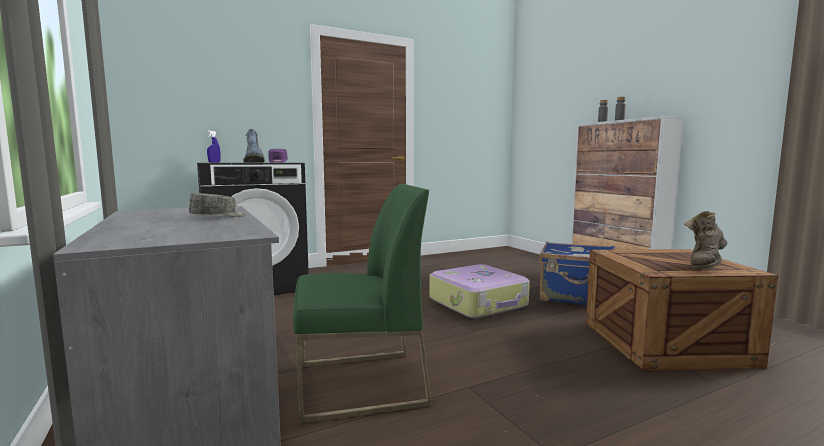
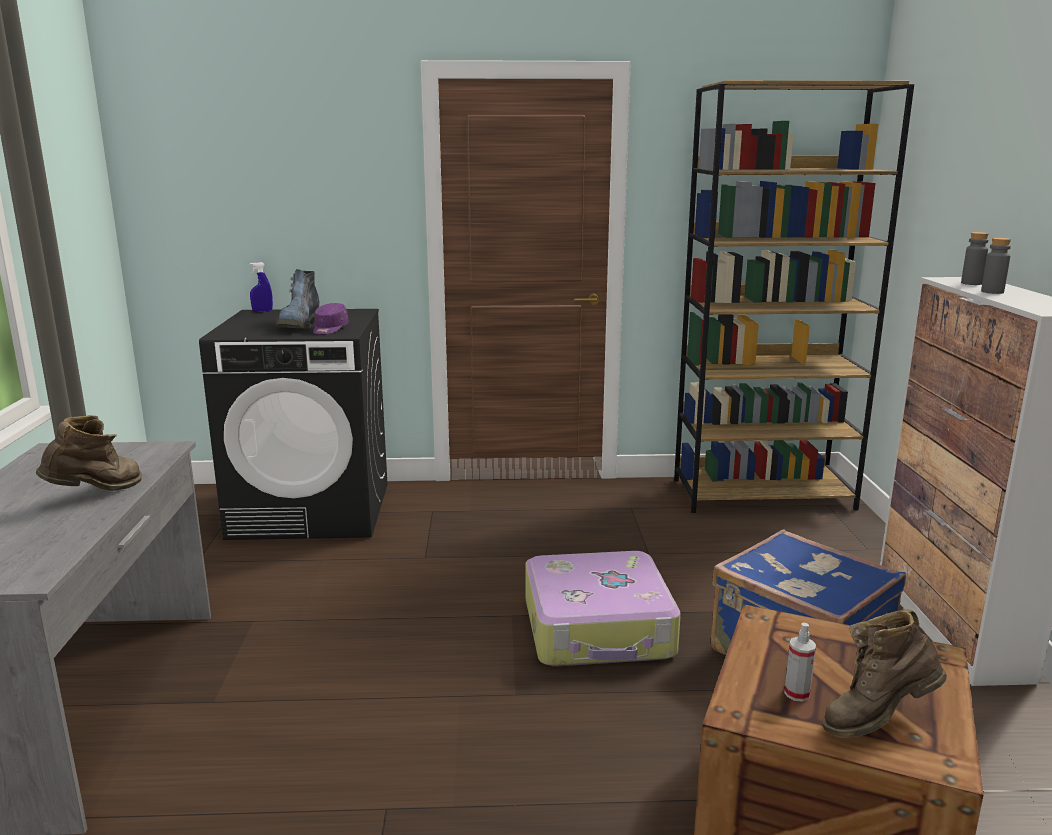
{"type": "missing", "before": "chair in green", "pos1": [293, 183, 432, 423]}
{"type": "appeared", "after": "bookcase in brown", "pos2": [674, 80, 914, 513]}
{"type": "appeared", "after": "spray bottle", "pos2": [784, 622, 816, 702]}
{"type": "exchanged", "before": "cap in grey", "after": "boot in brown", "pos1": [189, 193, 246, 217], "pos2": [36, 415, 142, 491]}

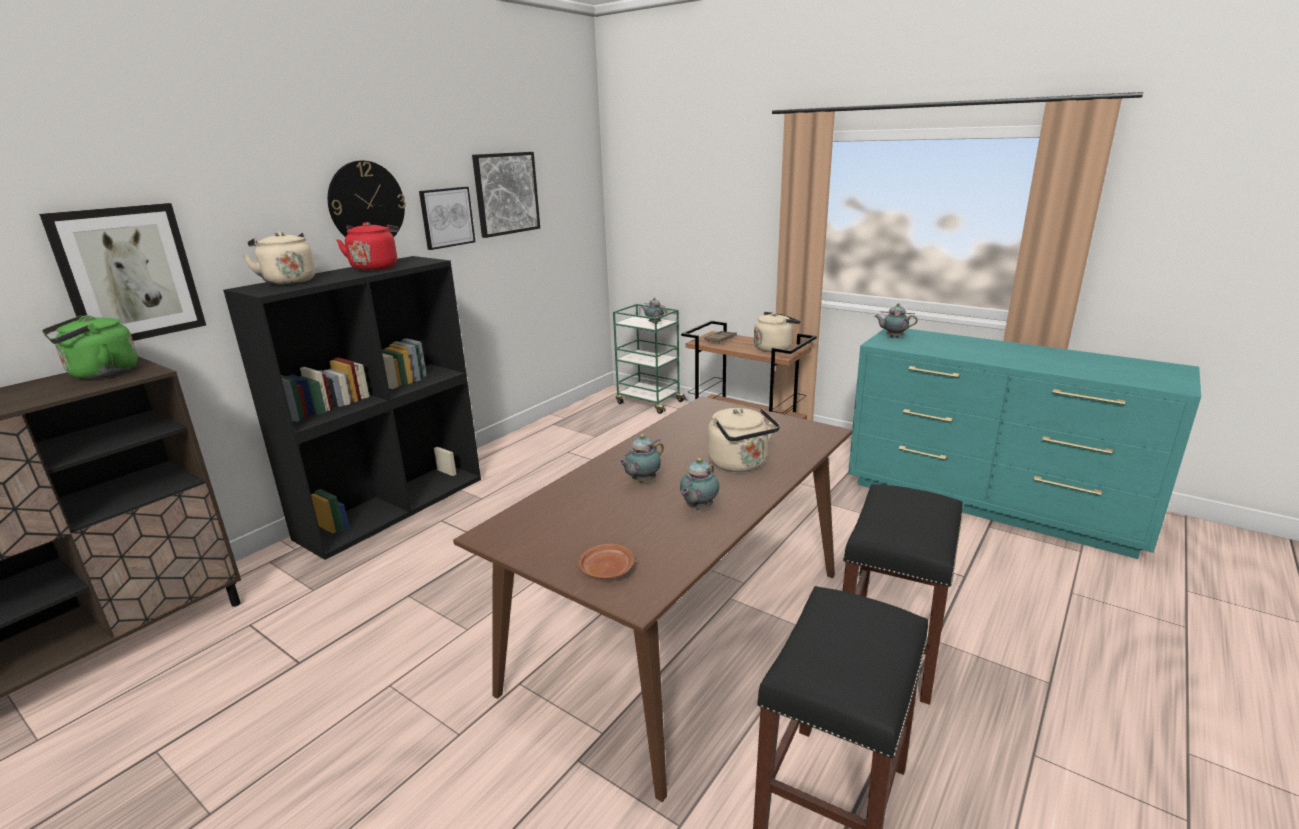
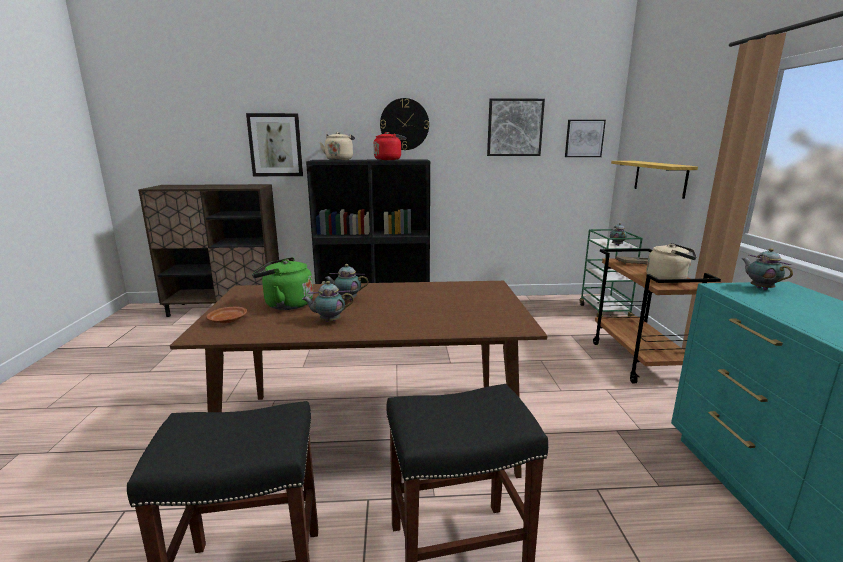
{"type": "missing", "before": "kettle in beige", "pos1": [707, 408, 780, 472]}
{"type": "appeared", "after": "shelf", "pos2": [611, 161, 698, 199]}
{"type": "relocated", "before": "kettle in green", "pos1": [42, 315, 138, 379], "pos2": [252, 257, 313, 310]}
{"type": "relocated", "before": "picture", "pos1": [419, 187, 475, 250], "pos2": [565, 120, 606, 157]}

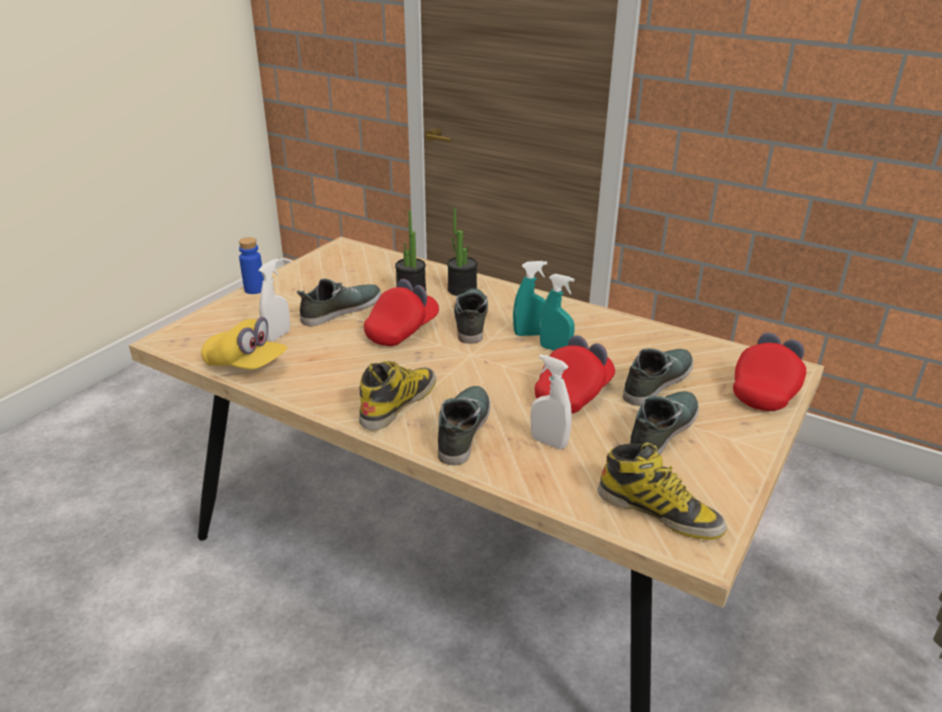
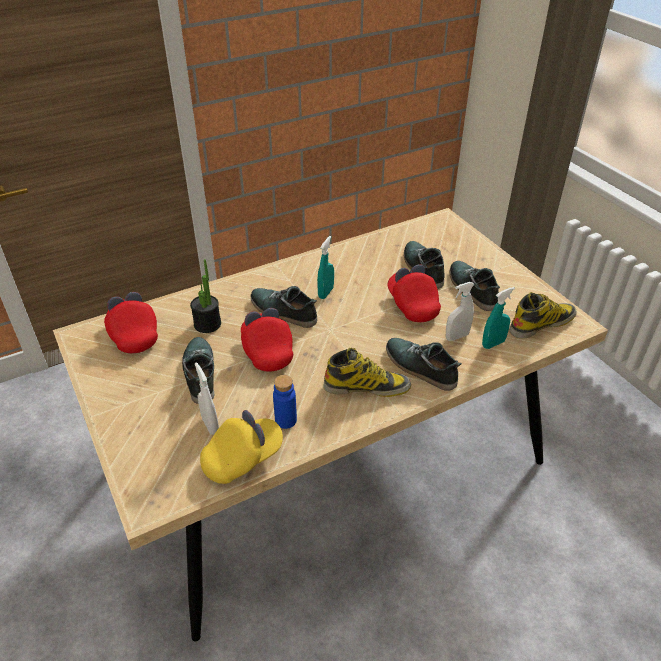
{"type": "missing", "before": "potted plant", "pos1": [447, 207, 478, 296]}
{"type": "relocated", "before": "bottle in blue", "pos1": [239, 237, 264, 294], "pos2": [273, 375, 297, 429]}
{"type": "relocated", "before": "spray bottle in turquoise", "pos1": [540, 274, 575, 351], "pos2": [482, 287, 515, 349]}
{"type": "relocated", "before": "cap in red", "pos1": [733, 333, 806, 411], "pos2": [104, 292, 158, 353]}
{"type": "spun", "before": "boot", "pos1": [359, 361, 436, 430], "pos2": [324, 348, 411, 397], "turn": 120}

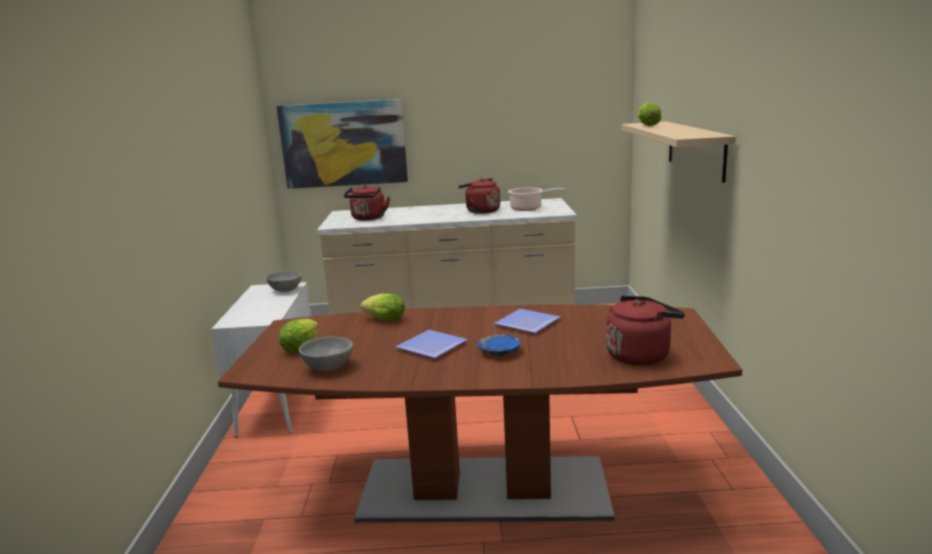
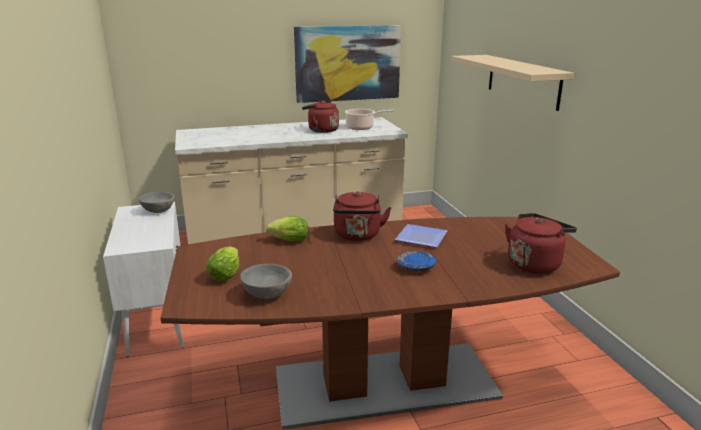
{"type": "missing", "before": "plate", "pos1": [395, 330, 468, 358]}
{"type": "missing", "before": "lettuce", "pos1": [637, 102, 661, 126]}
{"type": "relocated", "before": "picture", "pos1": [276, 99, 408, 189], "pos2": [294, 25, 401, 103]}
{"type": "relocated", "before": "kettle in red", "pos1": [344, 185, 390, 220], "pos2": [333, 191, 391, 241]}

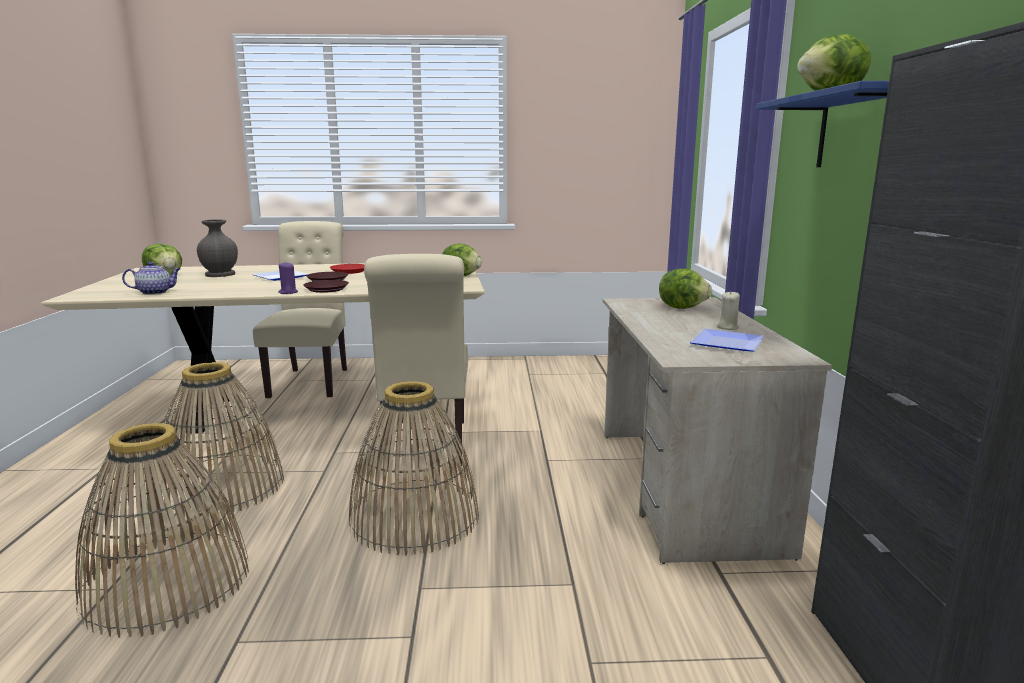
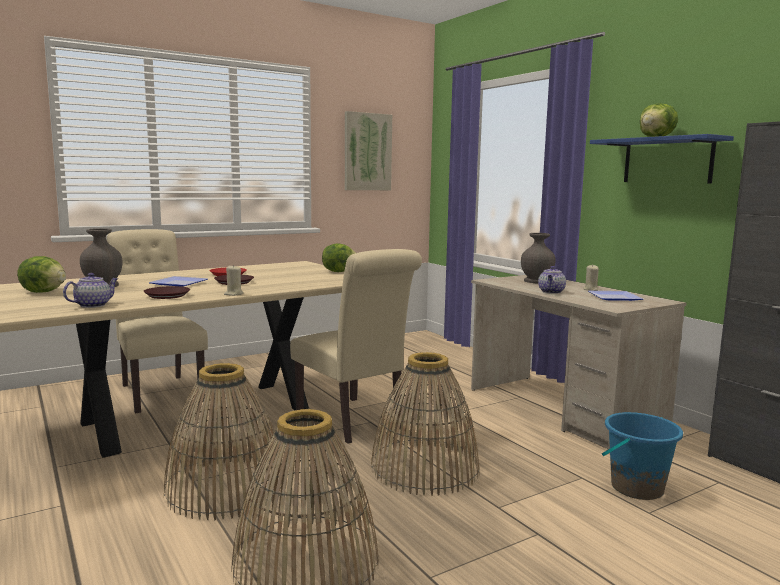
{"type": "appeared", "after": "picture", "pos2": [345, 111, 392, 190]}
{"type": "appeared", "after": "teapot", "pos2": [538, 266, 566, 294]}
{"type": "appeared", "after": "bucket in blue", "pos2": [602, 412, 683, 500]}
{"type": "relocated", "before": "plate in brown", "pos1": [303, 280, 349, 293], "pos2": [144, 286, 190, 299]}
{"type": "exchanged", "before": "lettuce", "after": "vase in grey", "pos1": [659, 269, 712, 309], "pos2": [521, 233, 555, 284]}
{"type": "colour", "before": "candle in purple", "after": "candle in beige", "pos1": [278, 262, 298, 294], "pos2": [224, 265, 244, 296]}

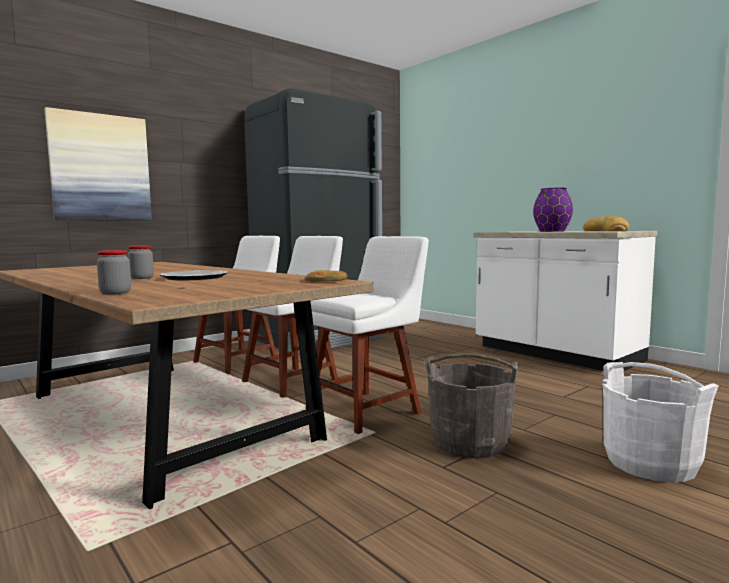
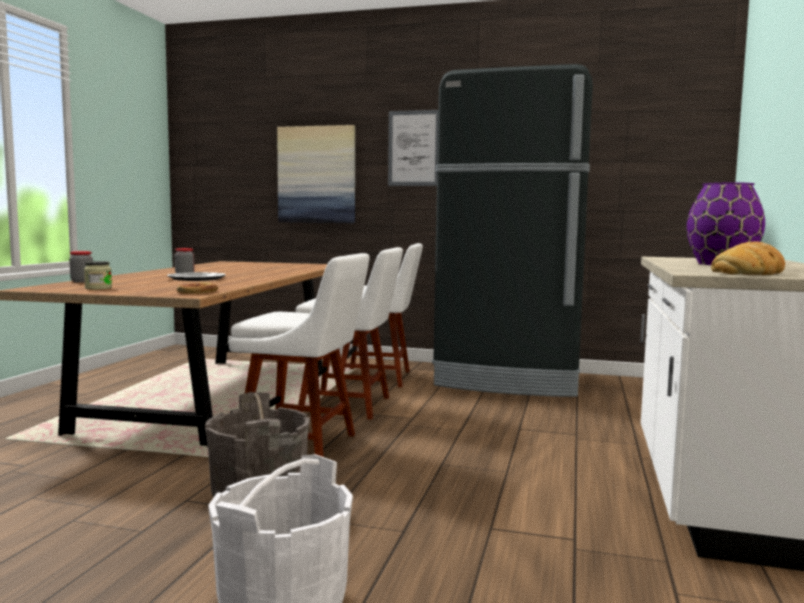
{"type": "appeared", "after": "jar", "pos2": [84, 261, 112, 290]}
{"type": "appeared", "after": "picture", "pos2": [388, 110, 438, 186]}

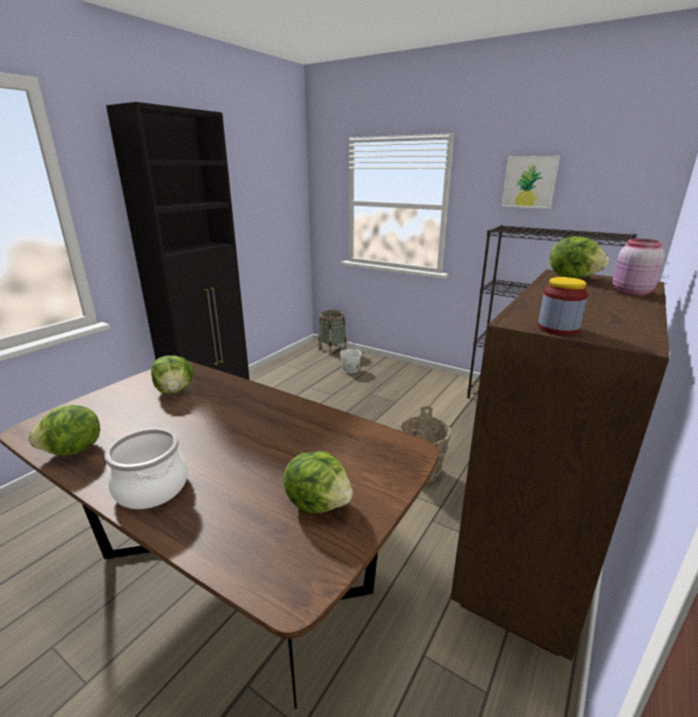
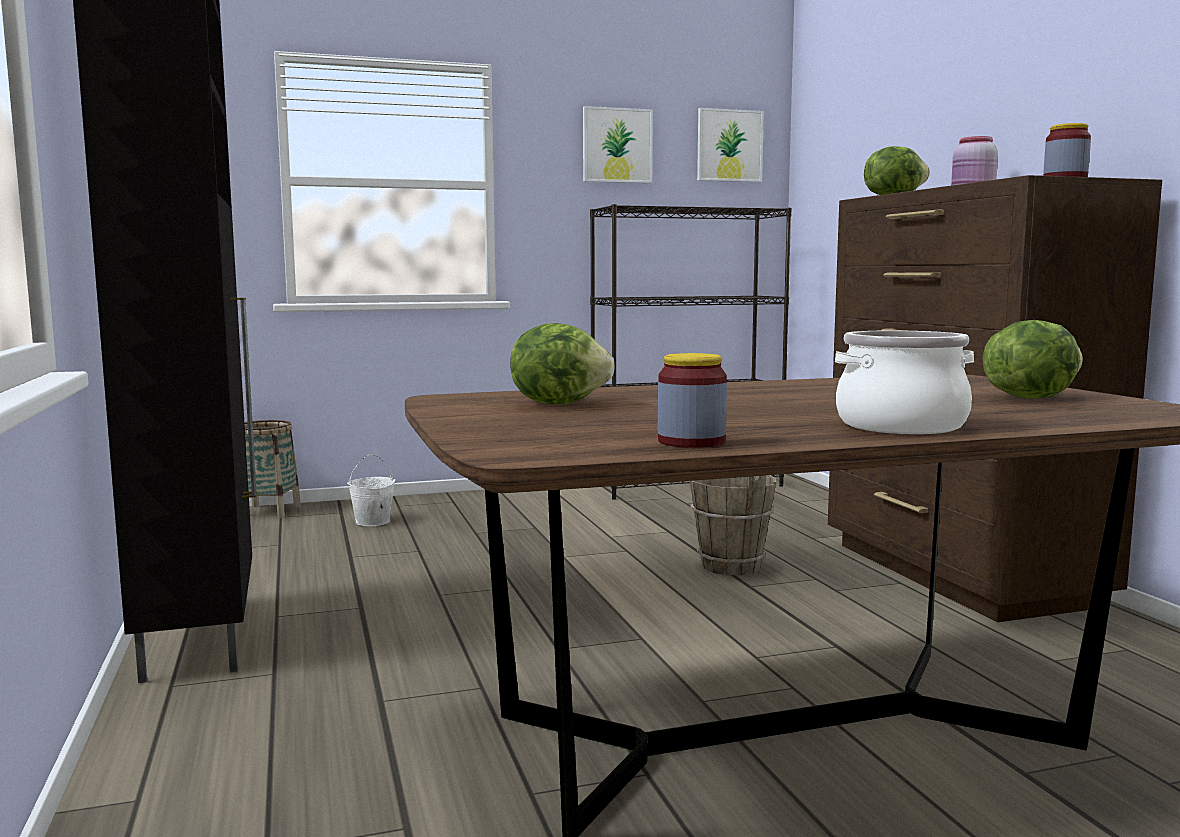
{"type": "appeared", "after": "picture", "pos2": [697, 108, 764, 182]}
{"type": "exchanged", "before": "lettuce", "after": "jar", "pos1": [28, 405, 100, 455], "pos2": [658, 353, 727, 448]}

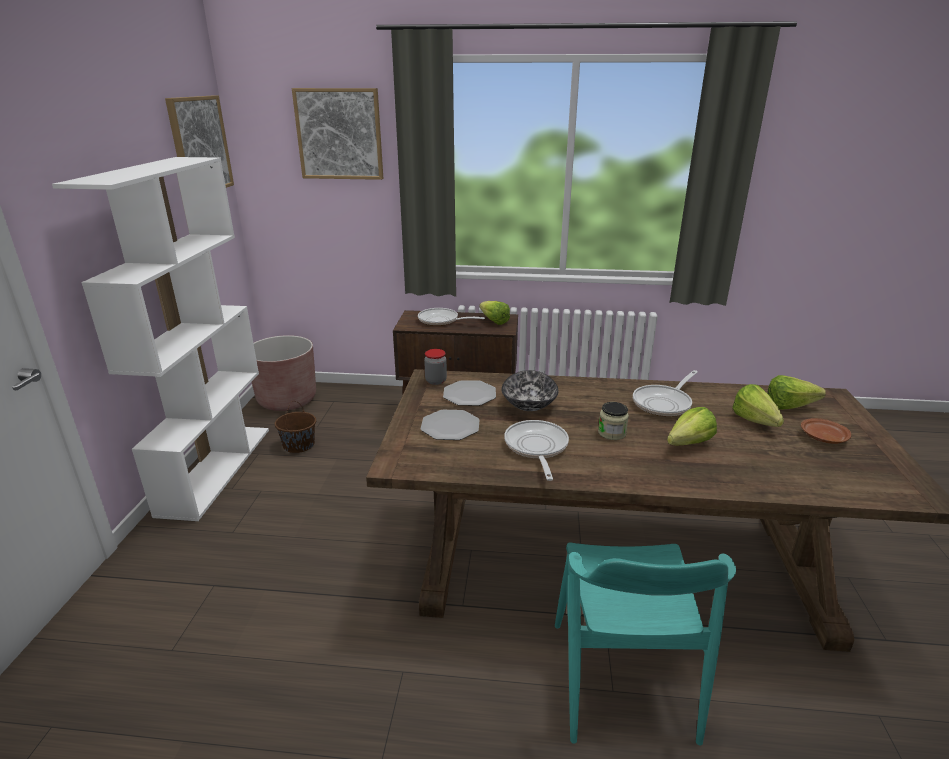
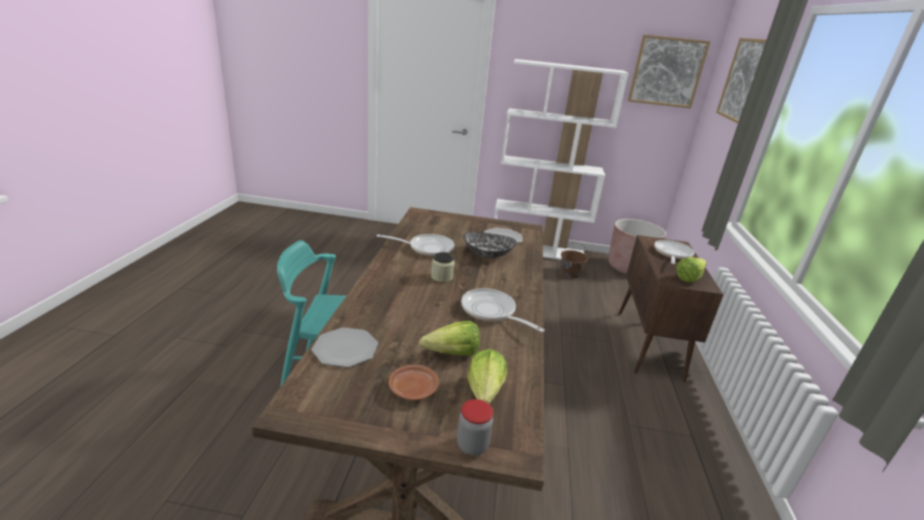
{"type": "missing", "before": "lettuce", "pos1": [667, 407, 717, 445]}
{"type": "relocated", "before": "plate", "pos1": [420, 410, 480, 440], "pos2": [312, 327, 378, 368]}
{"type": "relocated", "before": "jar", "pos1": [424, 349, 447, 385], "pos2": [457, 399, 493, 456]}

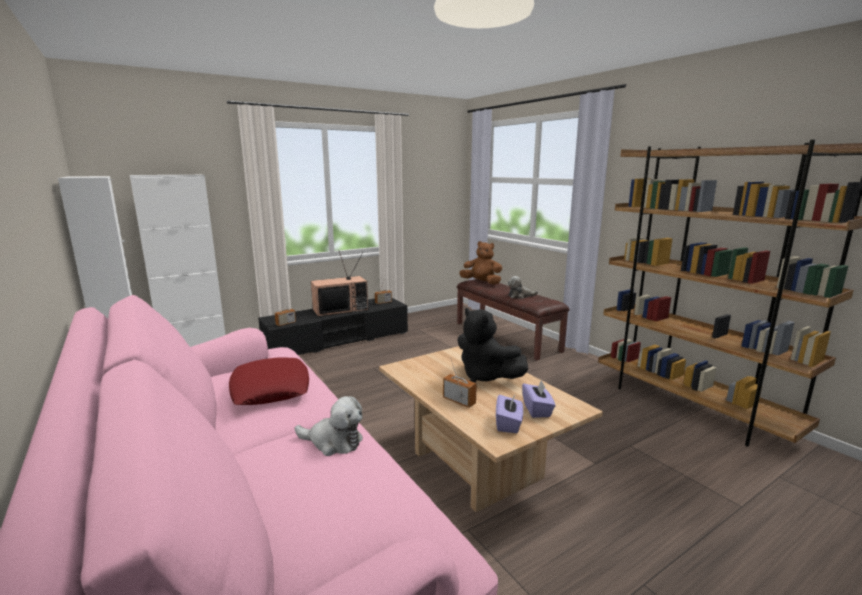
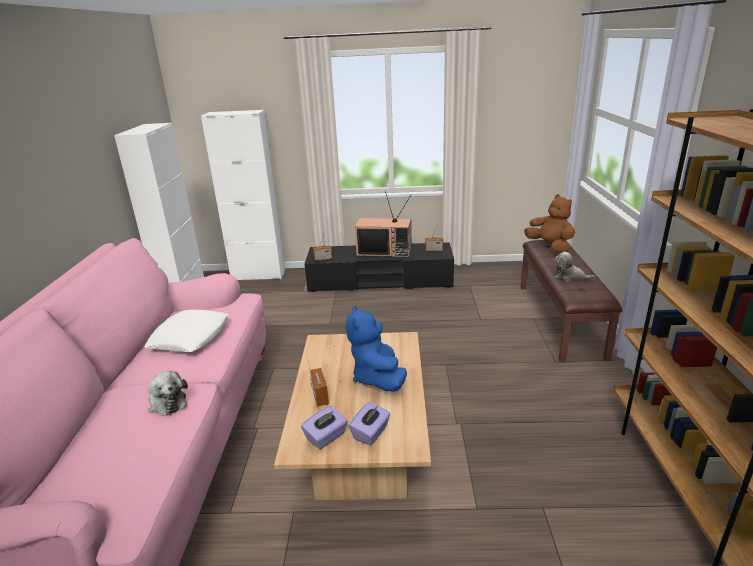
{"type": "colour", "before": "pillow in red", "after": "pillow in white", "pos1": [229, 358, 309, 405], "pos2": [144, 309, 229, 352]}
{"type": "colour", "before": "plush toy in black", "after": "plush toy in blue", "pos1": [457, 308, 528, 383], "pos2": [346, 305, 407, 392]}

